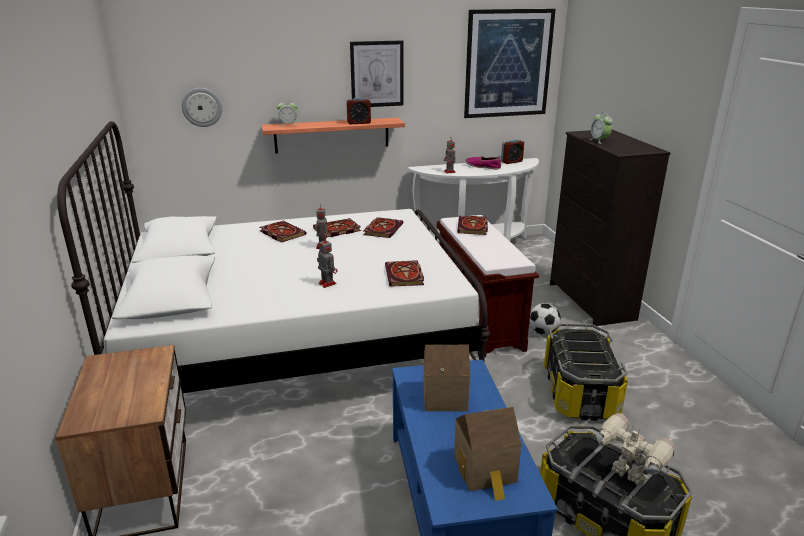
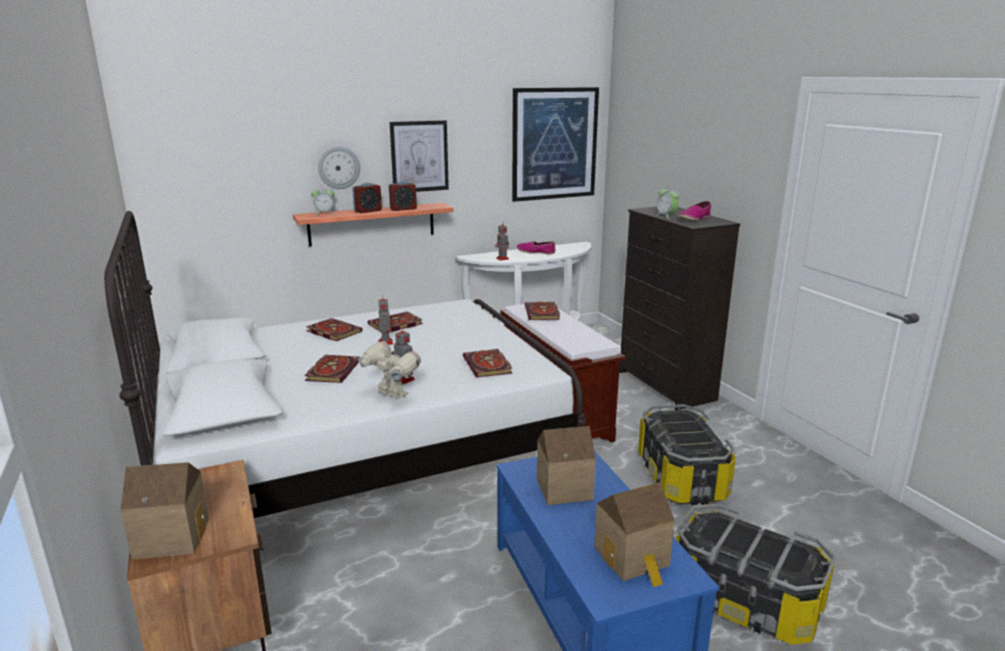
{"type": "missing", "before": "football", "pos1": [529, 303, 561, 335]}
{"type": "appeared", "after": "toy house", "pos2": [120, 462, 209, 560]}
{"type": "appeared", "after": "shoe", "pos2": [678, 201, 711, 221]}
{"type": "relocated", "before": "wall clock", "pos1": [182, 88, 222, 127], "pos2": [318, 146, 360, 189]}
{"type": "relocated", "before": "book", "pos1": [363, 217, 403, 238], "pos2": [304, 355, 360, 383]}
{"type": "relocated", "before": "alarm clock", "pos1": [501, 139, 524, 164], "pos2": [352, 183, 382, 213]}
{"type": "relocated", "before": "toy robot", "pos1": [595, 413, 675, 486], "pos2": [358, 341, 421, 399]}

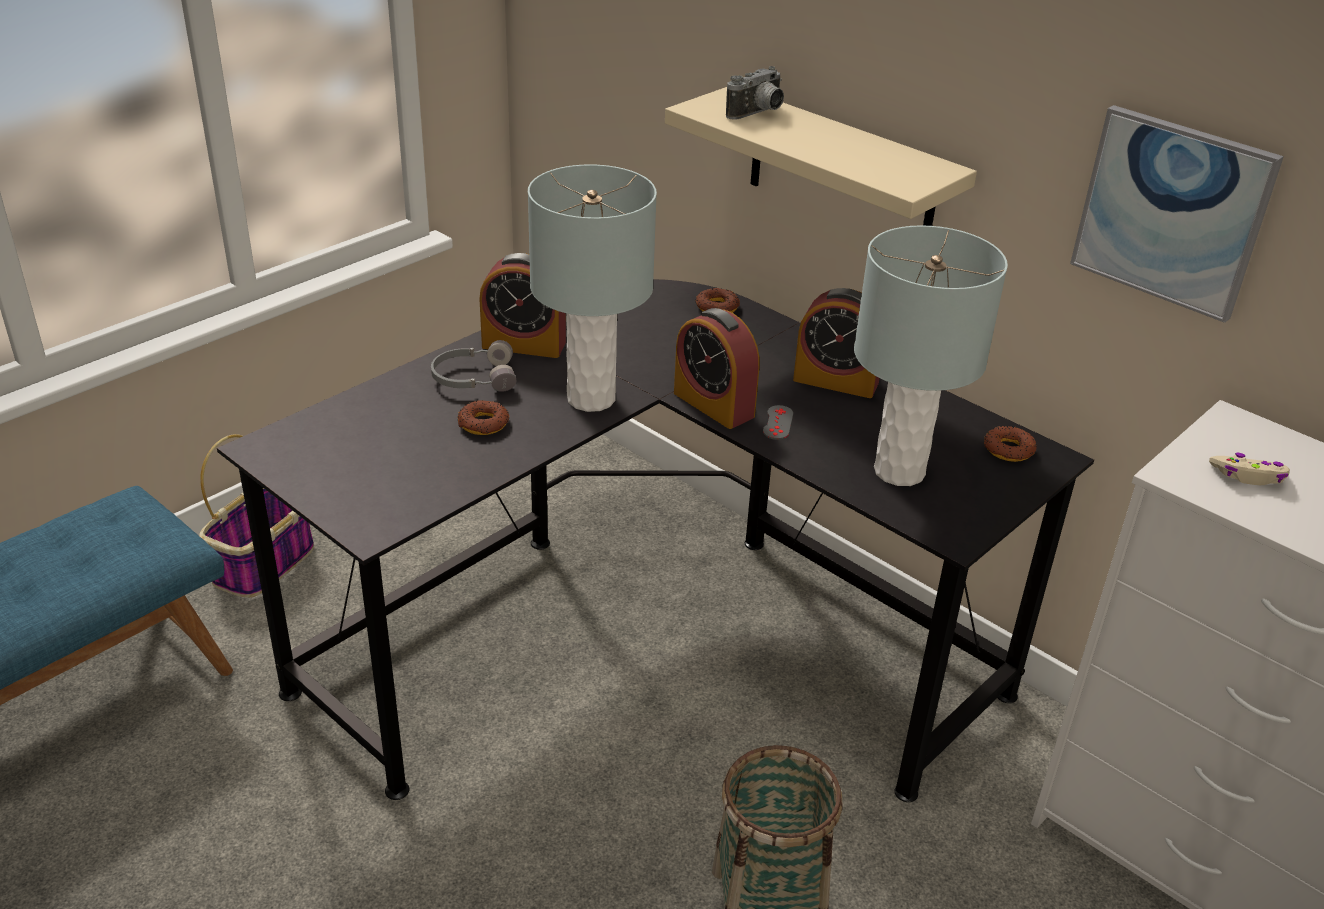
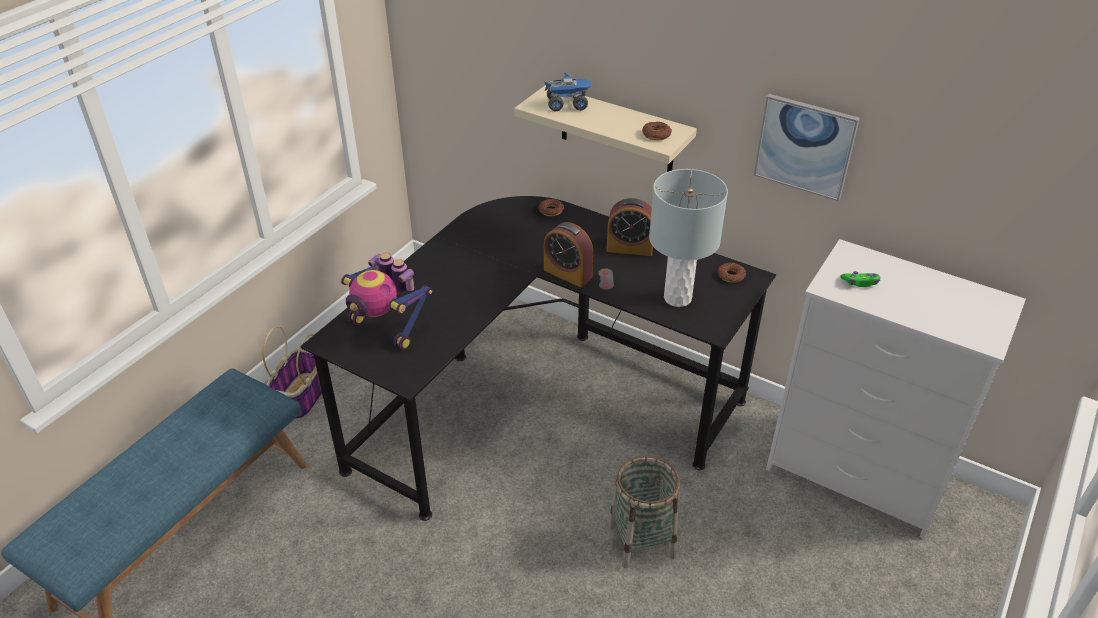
{"type": "missing", "before": "headphones in grey", "pos1": [431, 340, 517, 392]}
{"type": "missing", "before": "alarm clock", "pos1": [479, 253, 566, 358]}
{"type": "missing", "before": "table lamp in grey", "pos1": [528, 164, 657, 412]}
{"type": "appeared", "after": "toy robot", "pos2": [341, 253, 433, 350]}
{"type": "relocated", "before": "donut", "pos1": [457, 400, 509, 435], "pos2": [642, 122, 672, 140]}
{"type": "exchanged", "before": "photo camera", "after": "toy truck", "pos1": [726, 66, 784, 120], "pos2": [544, 72, 593, 111]}
{"type": "colour", "before": "game controller in beige", "after": "game controller in green", "pos1": [1209, 452, 1290, 485], "pos2": [841, 271, 880, 287]}

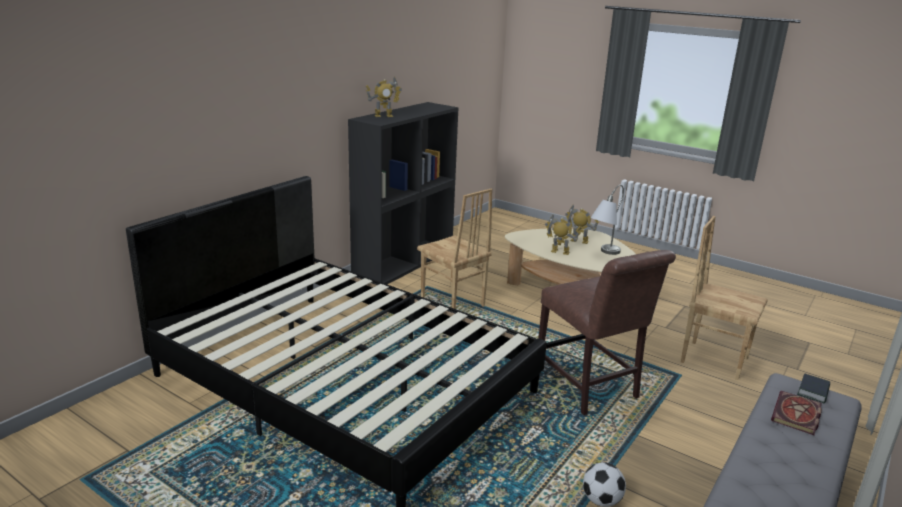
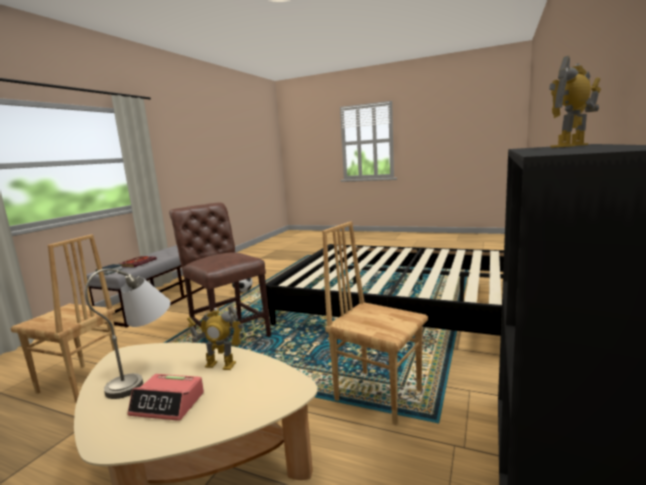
{"type": "exchanged", "before": "toy robot", "after": "alarm clock", "pos1": [565, 205, 599, 244], "pos2": [127, 374, 204, 421]}

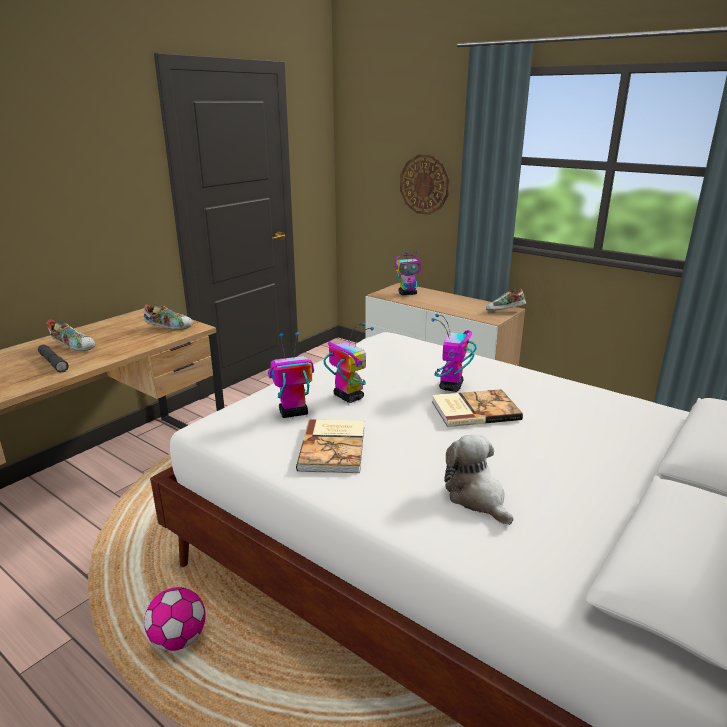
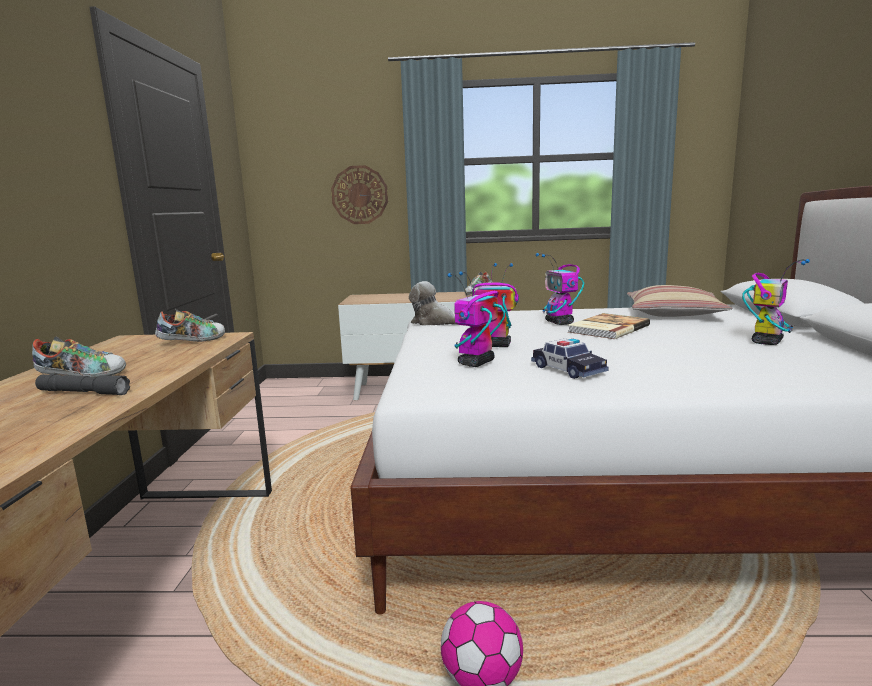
{"type": "appeared", "after": "pillow", "pos2": [627, 285, 732, 317]}
{"type": "relocated", "before": "toy robot", "pos1": [395, 251, 421, 295], "pos2": [742, 259, 810, 345]}
{"type": "relocated", "before": "plush toy", "pos1": [444, 435, 514, 525], "pos2": [409, 281, 456, 326]}
{"type": "exchanged", "before": "book", "after": "toy car", "pos1": [296, 420, 364, 473], "pos2": [531, 338, 608, 379]}

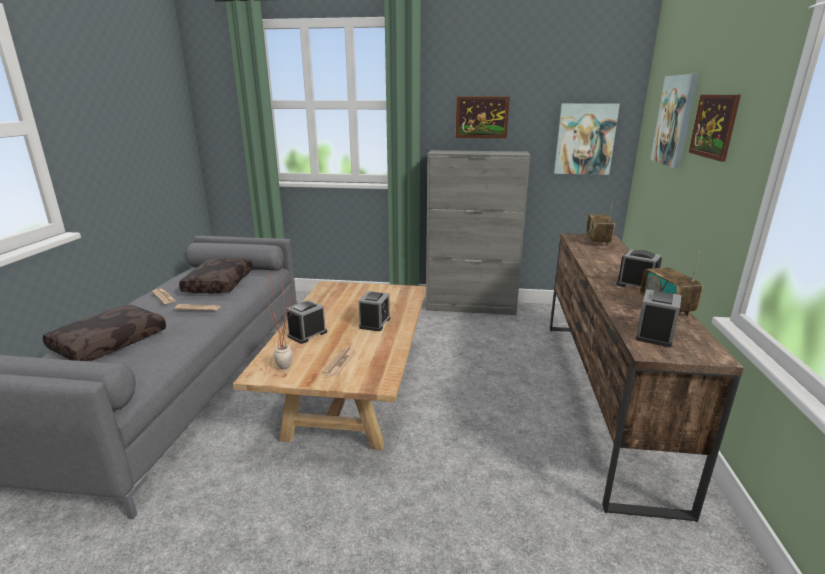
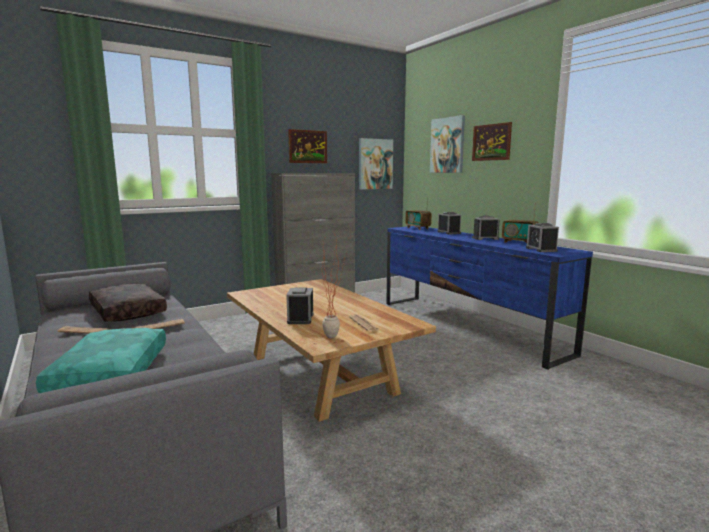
{"type": "relocated", "before": "alarm clock", "pos1": [359, 291, 390, 331], "pos2": [437, 212, 461, 235]}
{"type": "colour", "before": "pillow in brown", "after": "pillow in turquoise", "pos1": [43, 305, 166, 361], "pos2": [36, 328, 166, 393]}
{"type": "colour", "before": "tv stand in brown", "after": "tv stand in blue", "pos1": [550, 233, 744, 522], "pos2": [386, 226, 593, 370]}

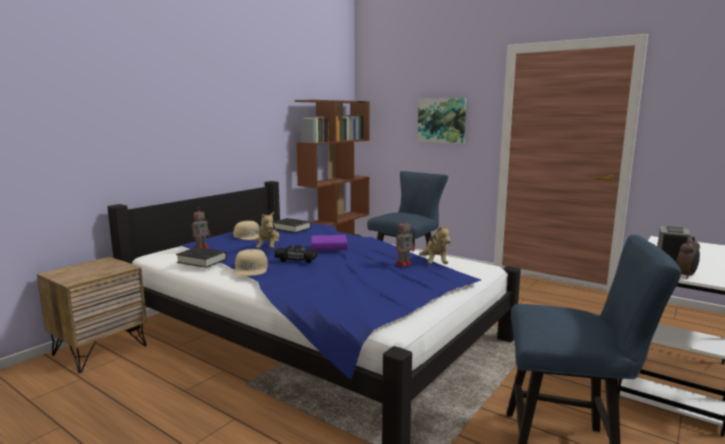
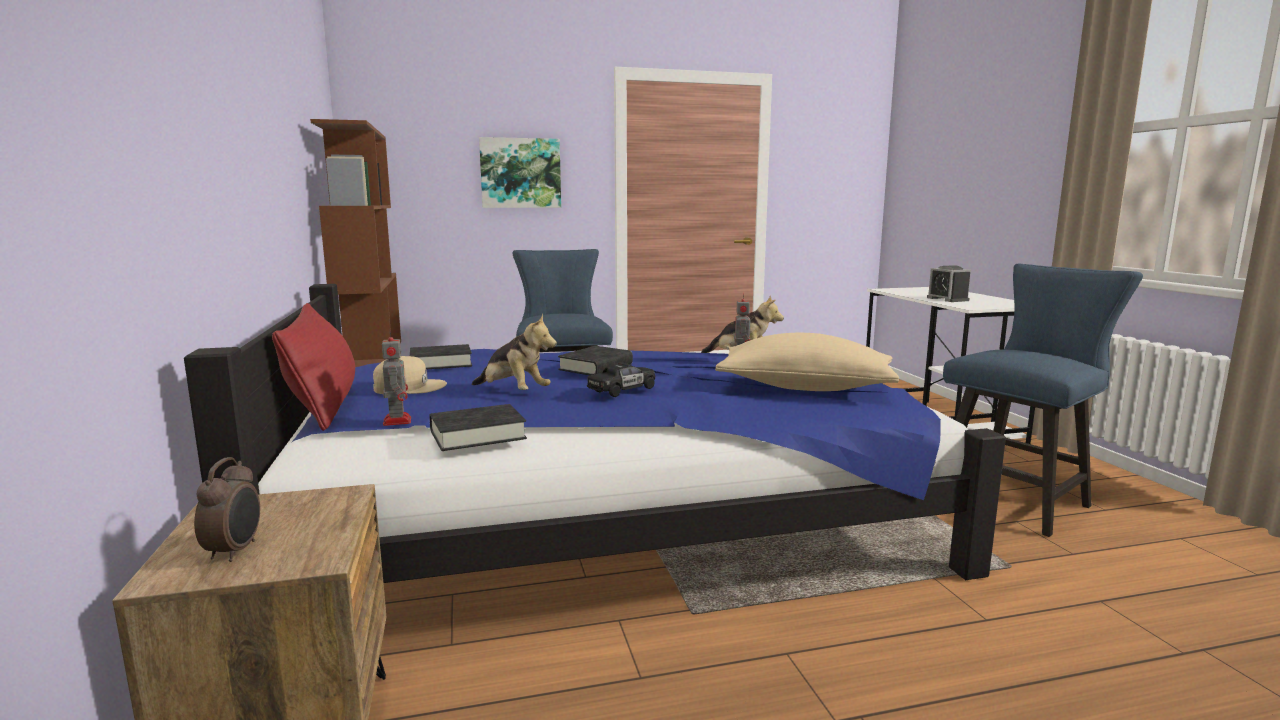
{"type": "missing", "before": "cap in beige", "pos1": [233, 249, 268, 276]}
{"type": "appeared", "after": "pillow in red", "pos2": [272, 303, 355, 431]}
{"type": "appeared", "after": "pillow in beige", "pos2": [715, 333, 899, 391]}
{"type": "relocated", "before": "alarm clock", "pos1": [676, 236, 700, 279], "pos2": [194, 457, 260, 562]}
{"type": "colour", "before": "book in purple", "after": "book in black", "pos1": [311, 235, 348, 251], "pos2": [558, 346, 633, 375]}

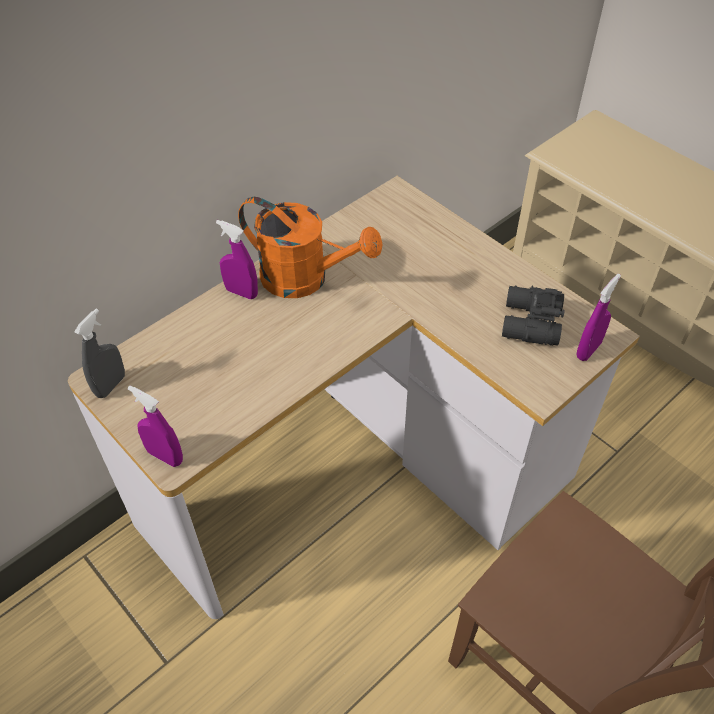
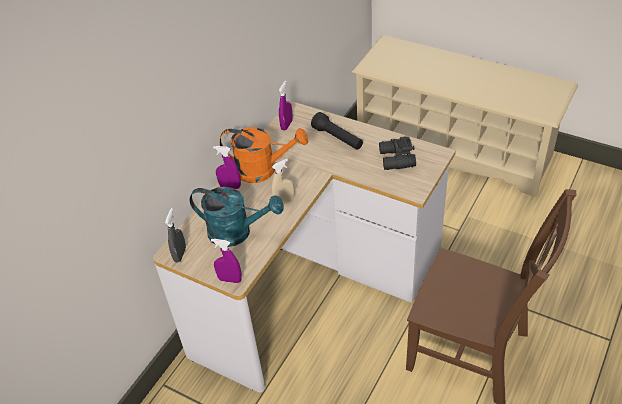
{"type": "appeared", "after": "watering can in turquoise", "pos2": [190, 187, 284, 247]}
{"type": "appeared", "after": "spray bottle in beige", "pos2": [271, 159, 294, 205]}
{"type": "appeared", "after": "flashlight in black", "pos2": [311, 112, 363, 150]}
{"type": "relocated", "before": "spray bottle in purple", "pos1": [576, 274, 621, 361], "pos2": [279, 81, 293, 131]}

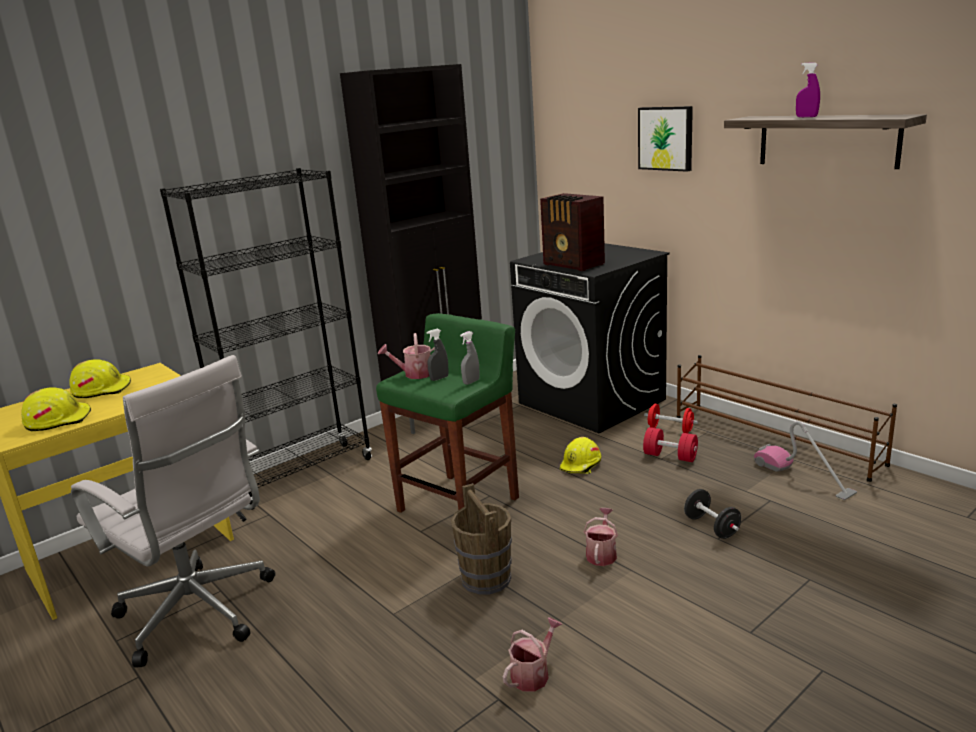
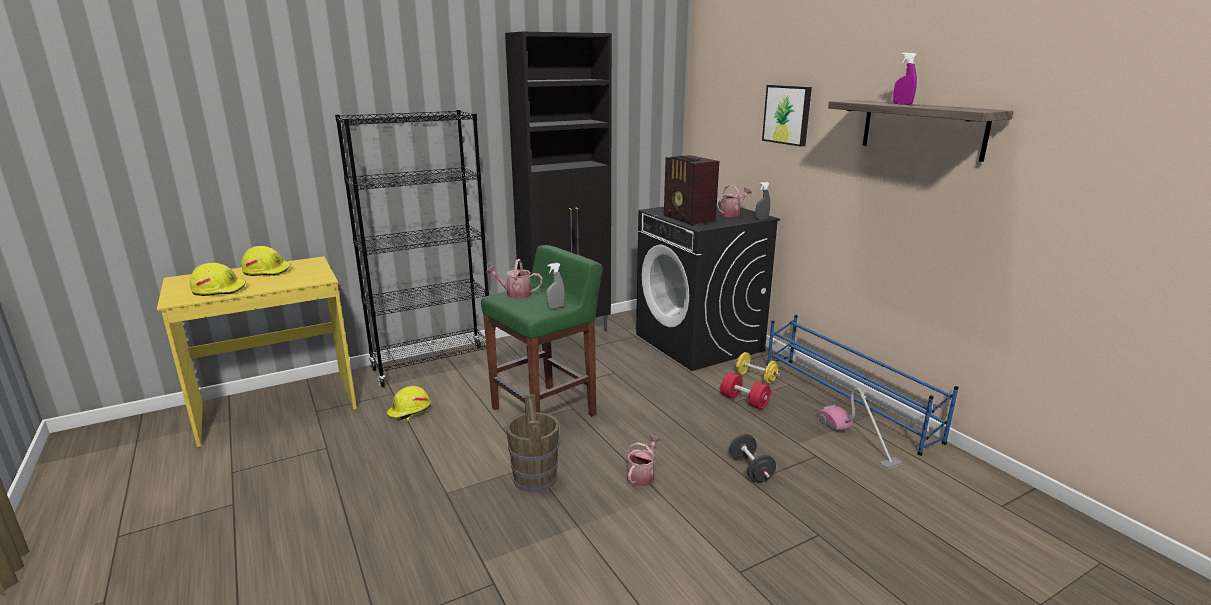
{"type": "missing", "before": "office chair in white", "pos1": [71, 355, 275, 668]}
{"type": "relocated", "before": "spray bottle in grey", "pos1": [427, 329, 448, 381], "pos2": [756, 182, 770, 220]}
{"type": "relocated", "before": "watering can", "pos1": [503, 617, 563, 692], "pos2": [717, 184, 752, 217]}
{"type": "relocated", "before": "hard hat in yellow", "pos1": [560, 437, 602, 474], "pos2": [387, 386, 431, 421]}
{"type": "colour", "before": "dumbbell in red", "after": "dumbbell in yellow", "pos1": [644, 404, 698, 433], "pos2": [735, 352, 780, 384]}
{"type": "colour", "before": "shoe rack in brown", "after": "shoe rack in blue", "pos1": [677, 355, 897, 482], "pos2": [767, 315, 959, 456]}

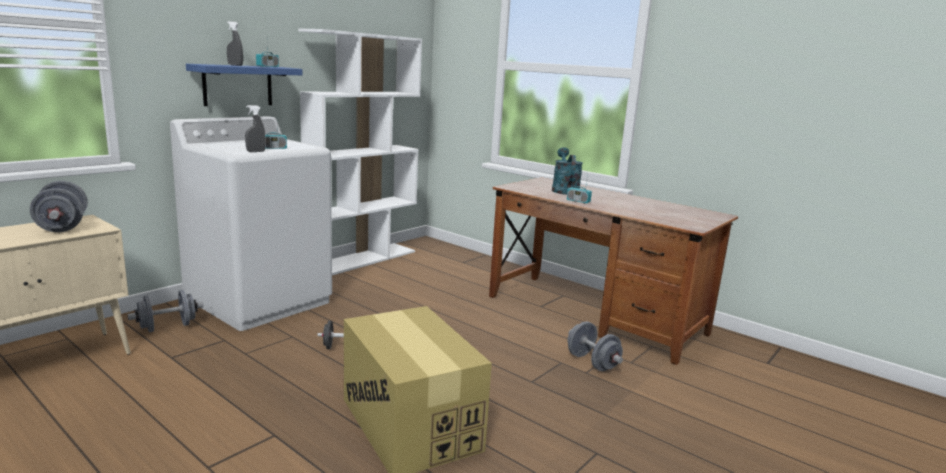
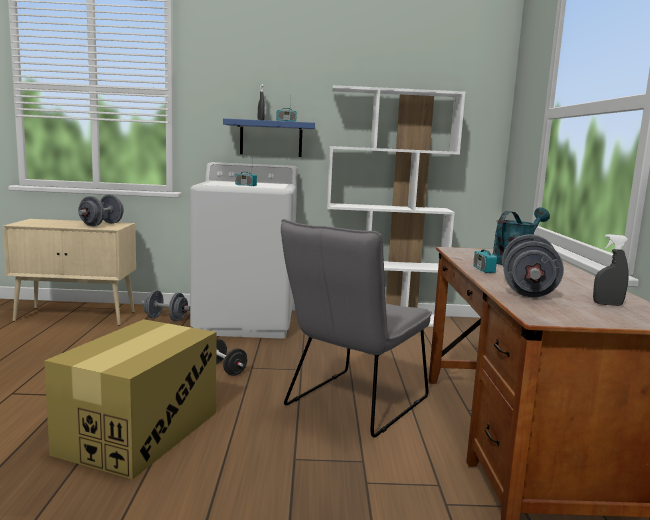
{"type": "appeared", "after": "chair in grey", "pos2": [281, 219, 432, 437]}
{"type": "relocated", "before": "spray bottle in grey", "pos1": [245, 105, 266, 152], "pos2": [593, 234, 629, 306]}
{"type": "relocated", "before": "dumbbell in grey", "pos1": [567, 321, 623, 371], "pos2": [502, 234, 564, 297]}

